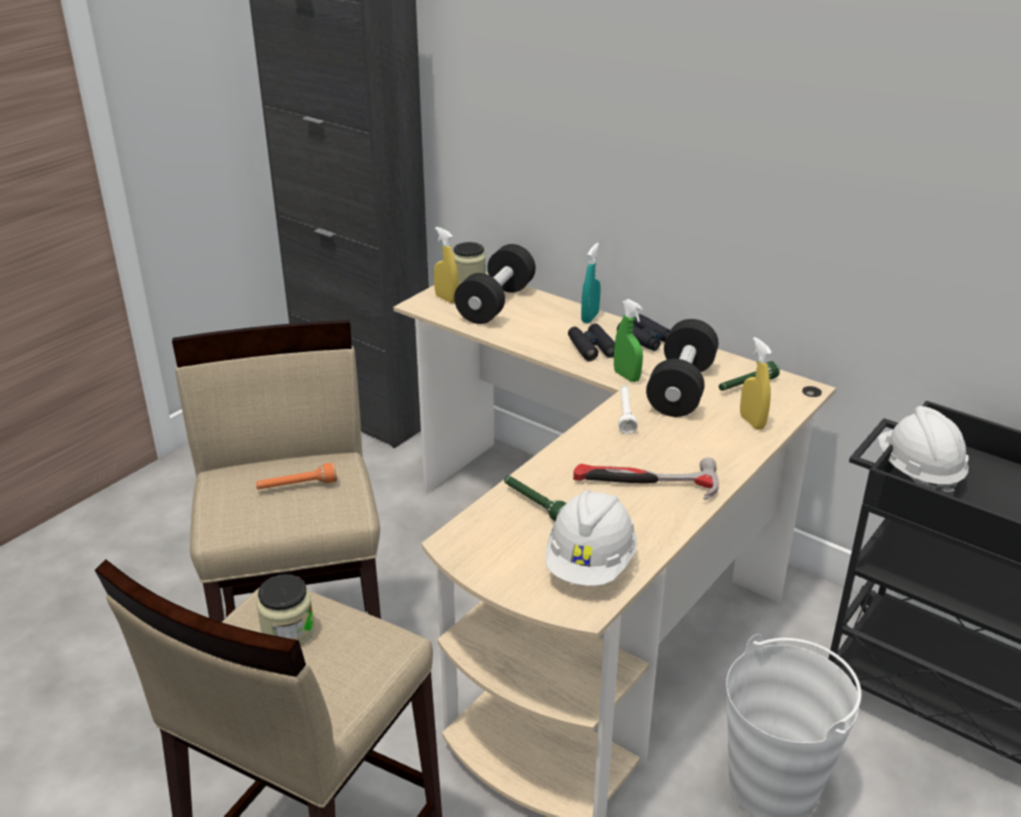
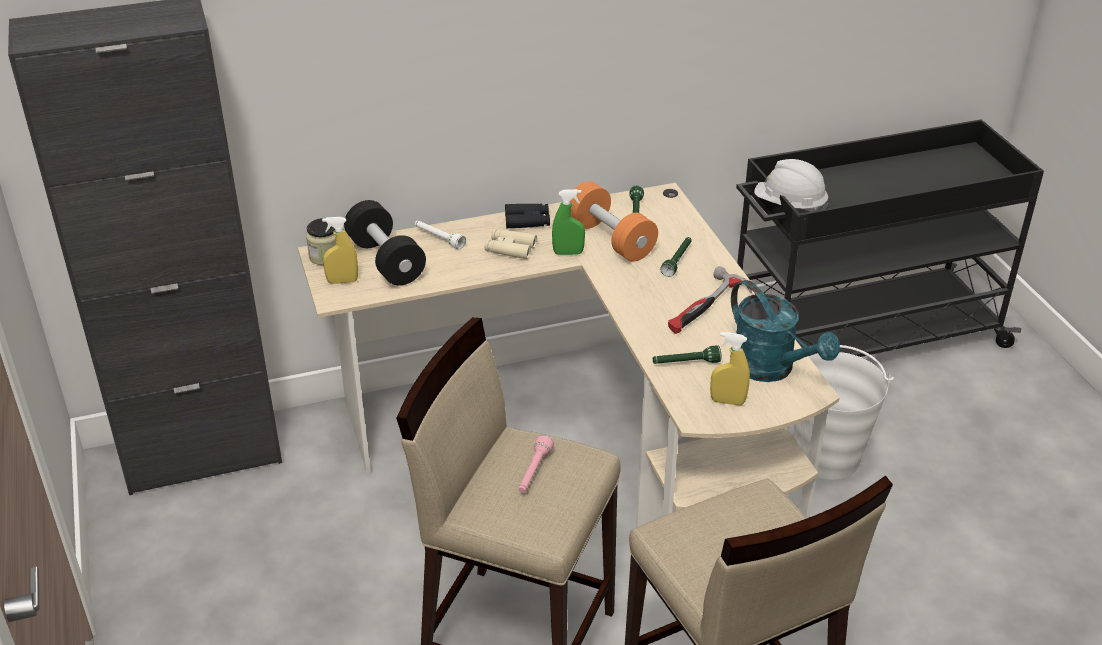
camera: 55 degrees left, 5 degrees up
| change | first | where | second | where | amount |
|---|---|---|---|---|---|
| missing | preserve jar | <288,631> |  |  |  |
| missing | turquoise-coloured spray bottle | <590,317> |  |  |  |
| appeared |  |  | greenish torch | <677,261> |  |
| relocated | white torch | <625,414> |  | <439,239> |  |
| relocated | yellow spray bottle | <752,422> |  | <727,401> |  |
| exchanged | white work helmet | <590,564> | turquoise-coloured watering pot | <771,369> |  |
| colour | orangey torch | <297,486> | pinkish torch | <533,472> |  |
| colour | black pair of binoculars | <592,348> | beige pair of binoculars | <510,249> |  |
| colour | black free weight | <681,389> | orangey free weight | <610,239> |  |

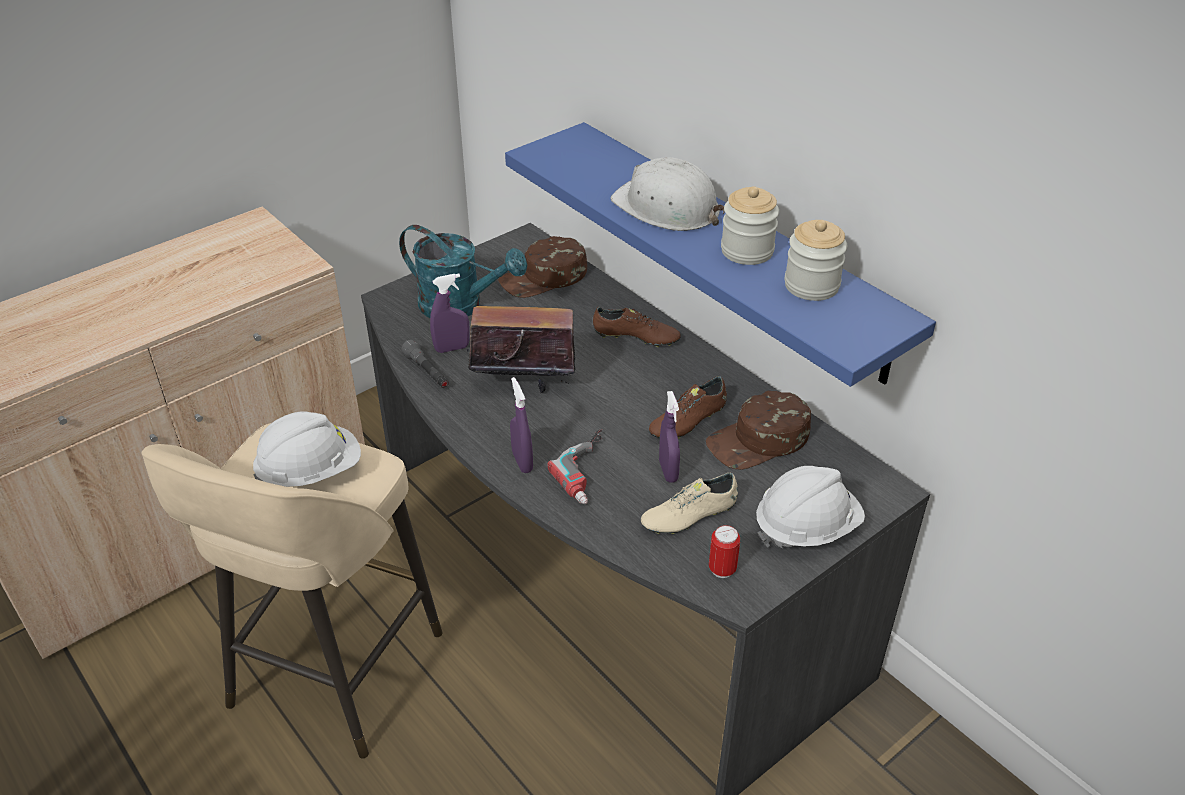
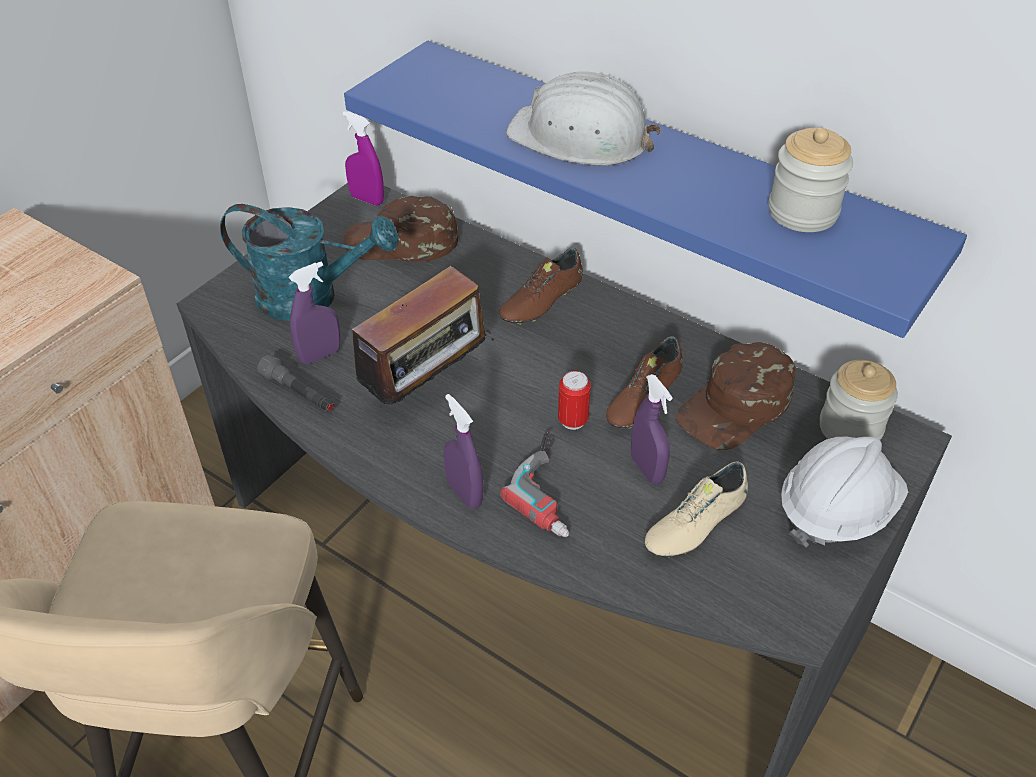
camera: 15 degrees left, 5 degrees up
| change | first | where | second | where | amount |
|---|---|---|---|---|---|
| missing | white work helmet | <311,472> |  |  |  |
| appeared |  |  | purple spray bottle | <367,199> |  |
| relocated | sealed can | <722,569> |  | <573,420> |  |
| relocated | preserve jar | <747,251> |  | <850,428> |  |
| spun | radio set | <523,384> |  | <427,388> | 150 degrees clockwise |
| spun | brown peaked cap | <543,277> |  | <401,242> | 45 degrees clockwise |
| spun | brown low shoe | <636,338> |  | <541,301> | 135 degrees clockwise |

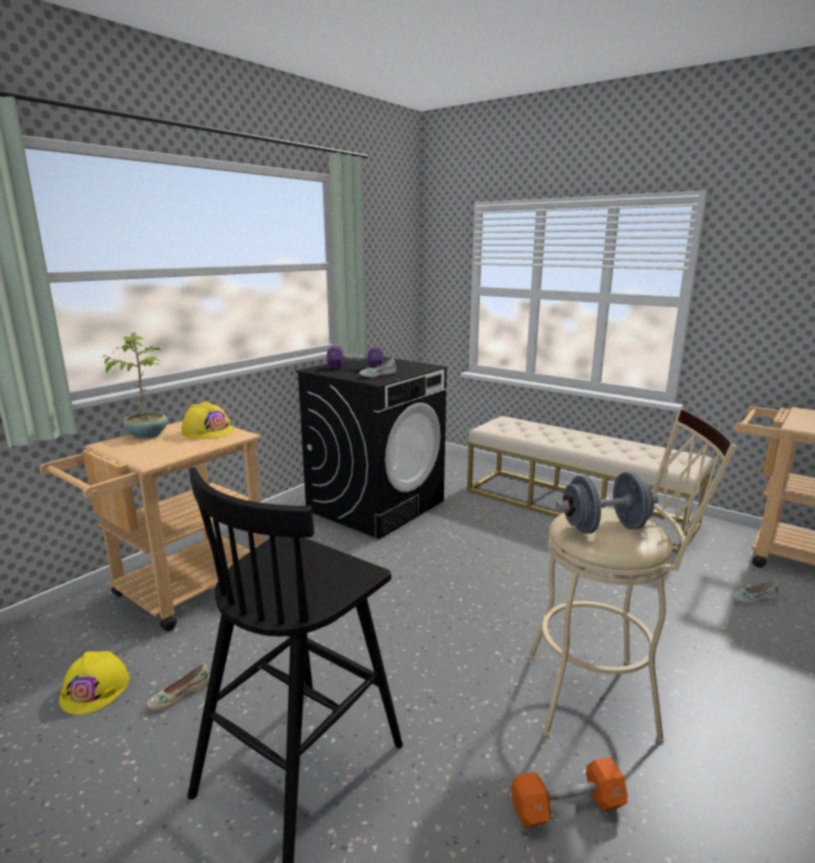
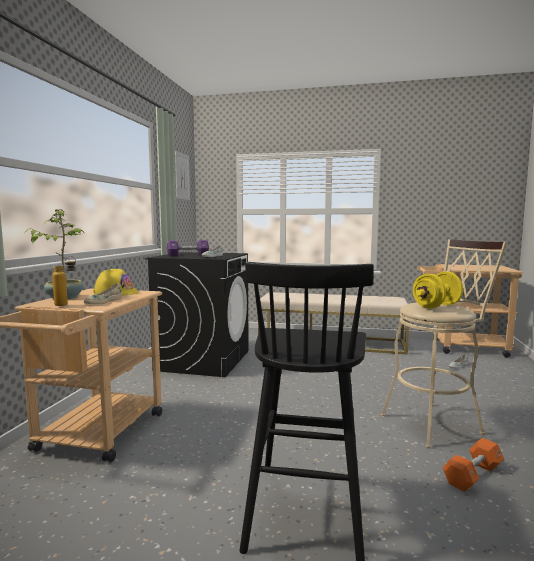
camera: 25 degrees left, 10 degrees down
| change | first | where | second | where | amount |
|---|---|---|---|---|---|
| missing | yellow work helmet | <95,688> |  |  |  |
| appeared |  |  | drink bottle | <66,304> |  |
| appeared |  |  | wall picture | <182,176> |  |
| relocated | beige low shoe | <180,694> |  | <103,302> |  |
| colour | grey free weight | <604,528> | yellow free weight | <436,306> |  |

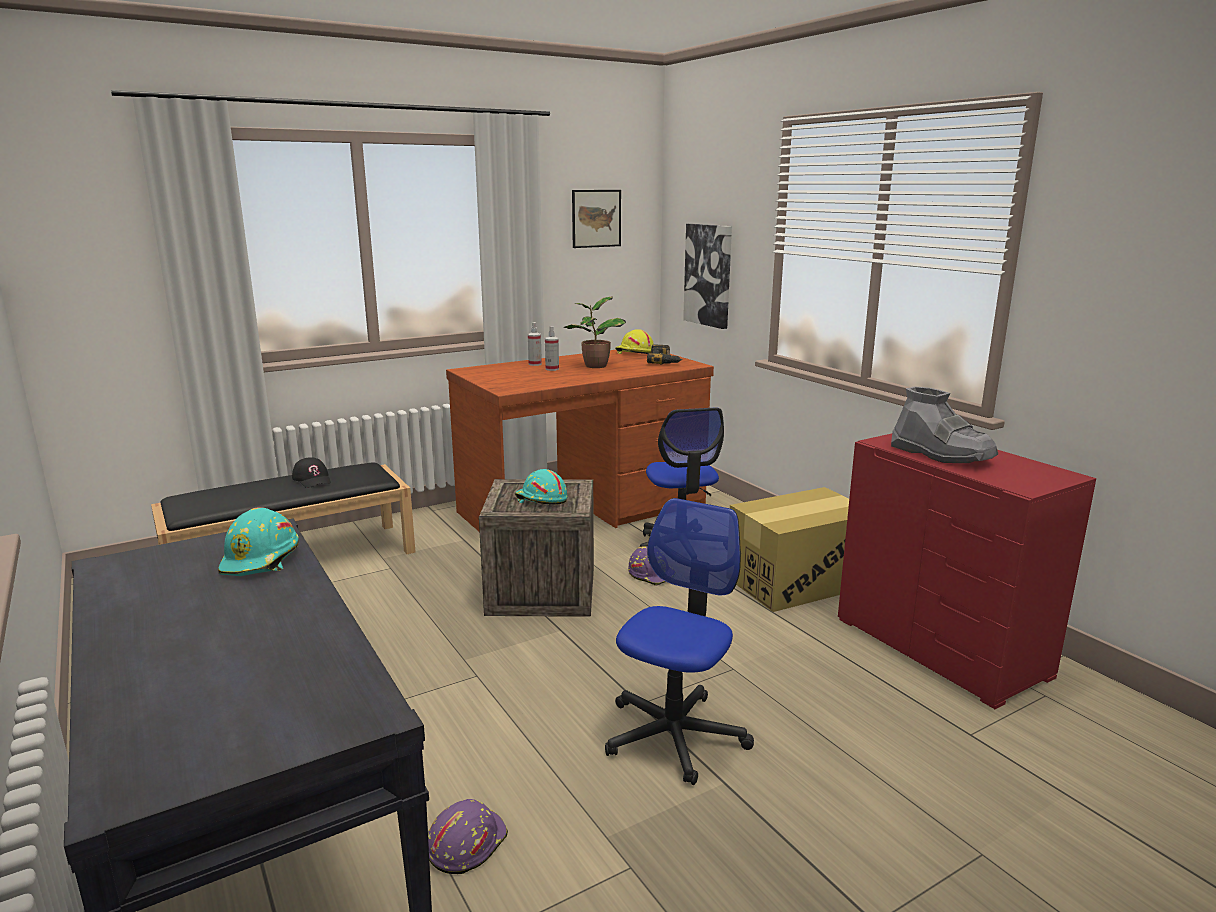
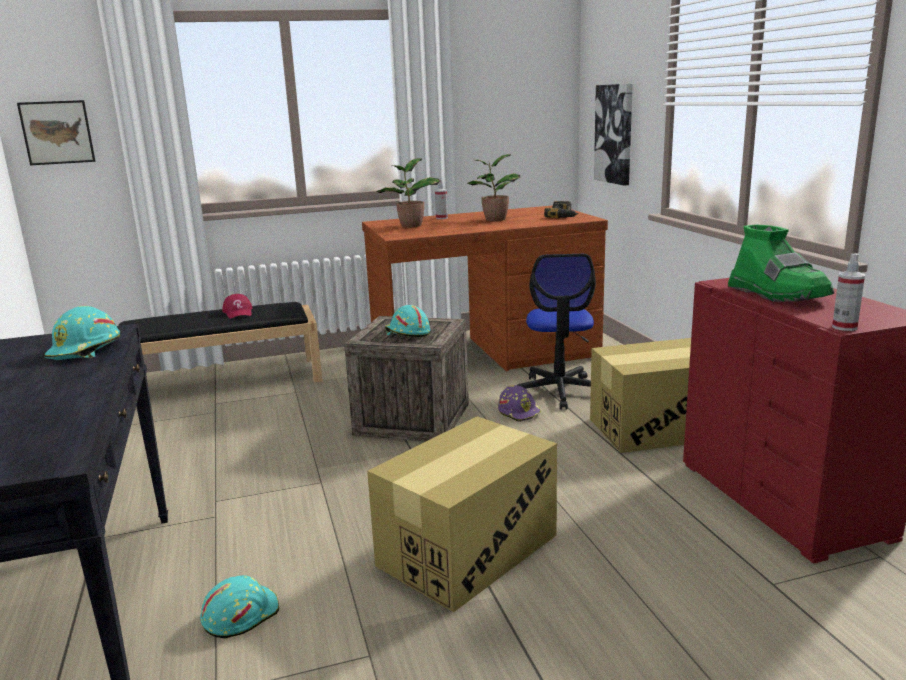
camera: 15 degrees right, 0 degrees up
| change | first | where | second | where | amount |
|---|---|---|---|---|---|
| missing | yellow work helmet | <634,353> |  |  |  |
| appeared |  |  | plant in a pot | <410,226> |  |
| relocated | spray bottle | <552,369> |  | <844,327> |  |
| relocated | wall picture | <596,218> |  | <57,132> |  |
| exchanged | computer chair | <674,735> | packing box | <468,550> |  |
| colour | black peaked cap | <313,479> | red-coloured peaked cap | <238,312> |  |
| colour | purple work helmet | <465,843> | turquoise-coloured work helmet | <240,615> |  |
| colour | grey high-top boot | <941,454> | greenish high-top boot | <778,295> |  |

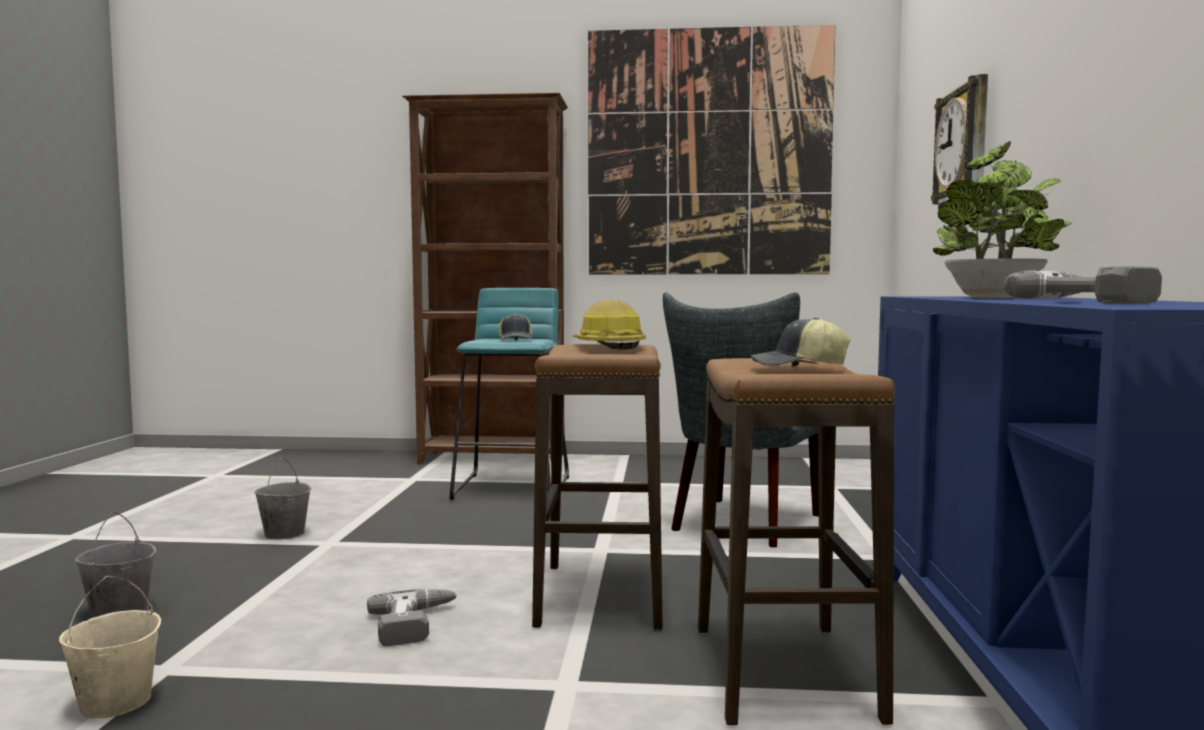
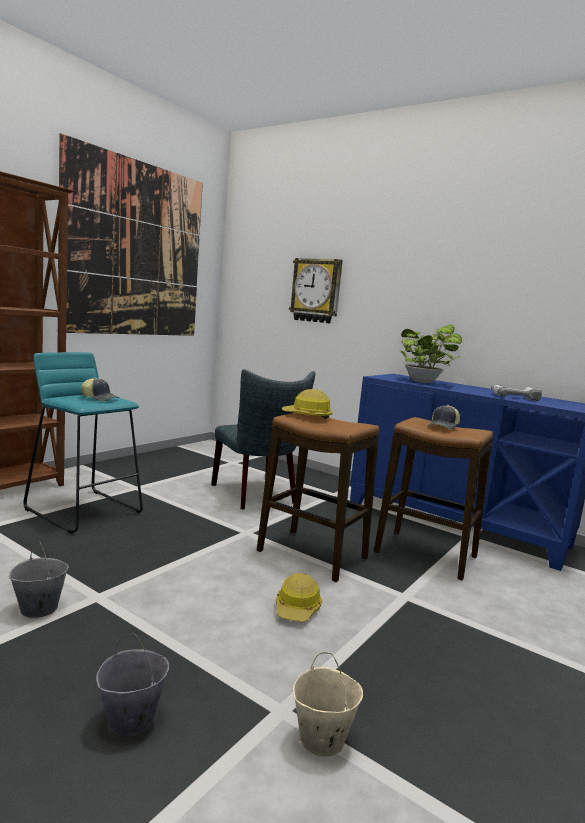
camera: 60 degrees left, 5 degrees up
| change | first | where | second | where | amount |
|---|---|---|---|---|---|
| exchanged | power drill | <416,624> | work helmet | <297,609> |  |

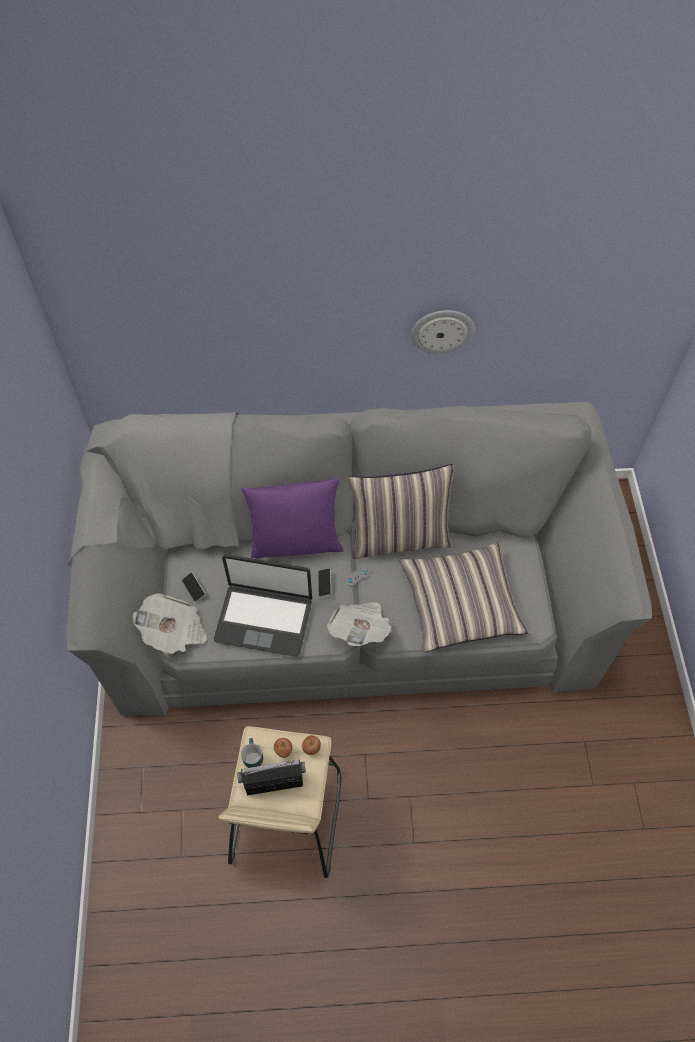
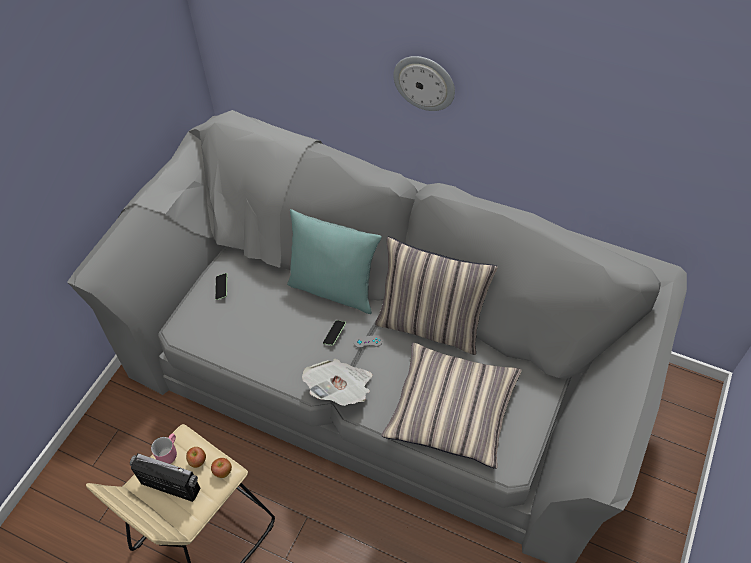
camera: 30 degrees right, 5 degrees down
| change | first | where | second | where | amount |
|---|---|---|---|---|---|
| missing | printed paper | <174,632> |  |  |  |
| missing | portable computer | <264,619> |  |  |  |
| relocated | hanging clock | <442,330> |  | <424,82> |  |
| colour | purple cushion | <296,543> | turquoise-coloured cushion | <334,289> |  |
| colour | turquoise-coloured coffee mug | <251,757> | pinkish coffee mug | <167,452> |  |

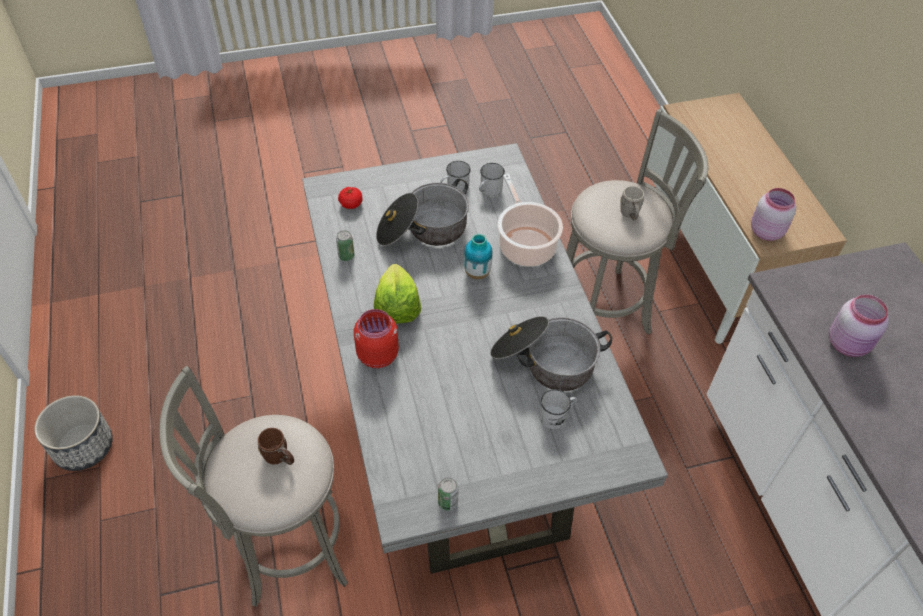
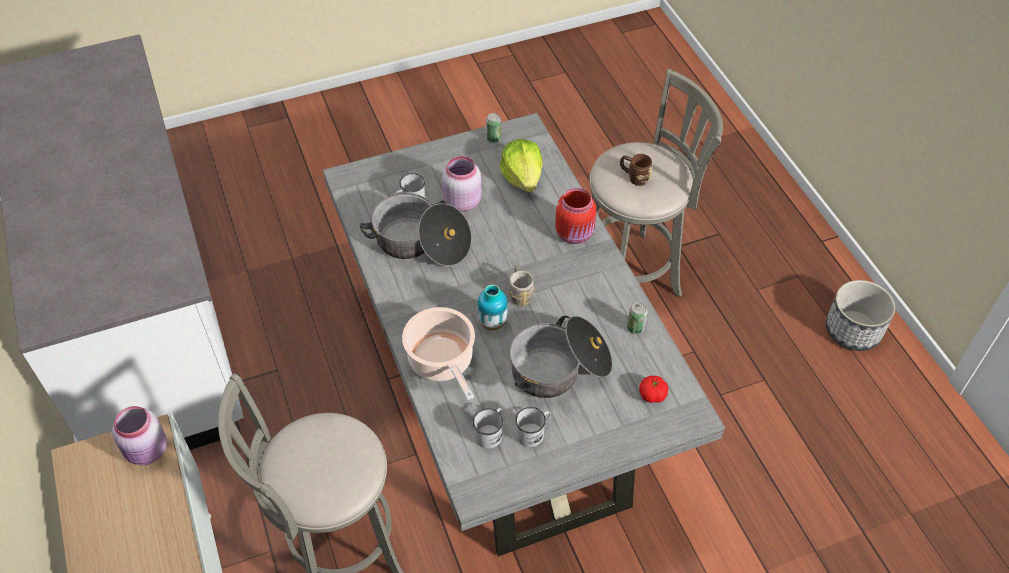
camera: 175 degrees right, 0 degrees up
| change | first | where | second | where | amount |
|---|---|---|---|---|---|
| relocated | lettuce | <397,307> |  | <523,177> |  |
| relocated | grey coffee mug | <630,215> |  | <520,294> |  |
| relocated | pinkish preserve jar | <849,344> |  | <461,201> |  |

